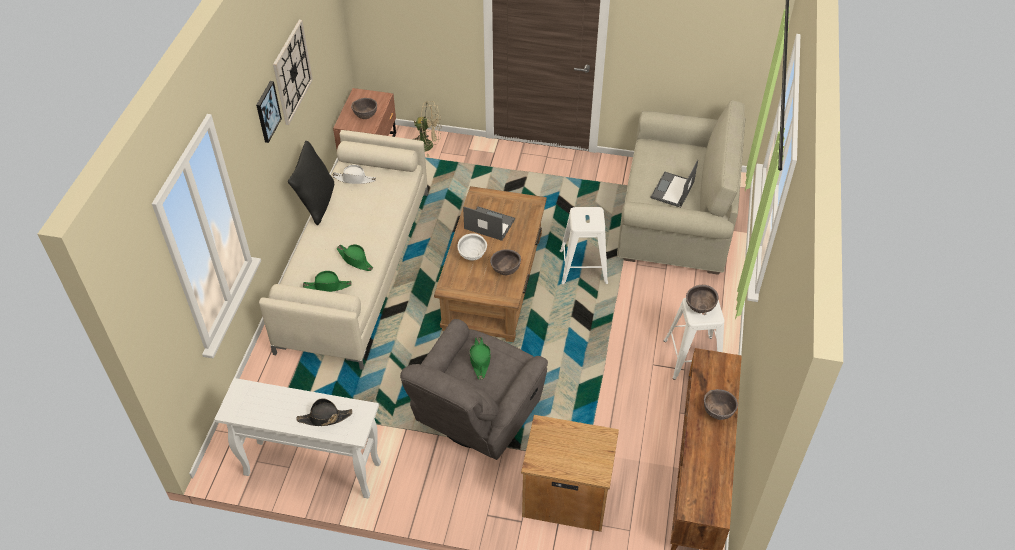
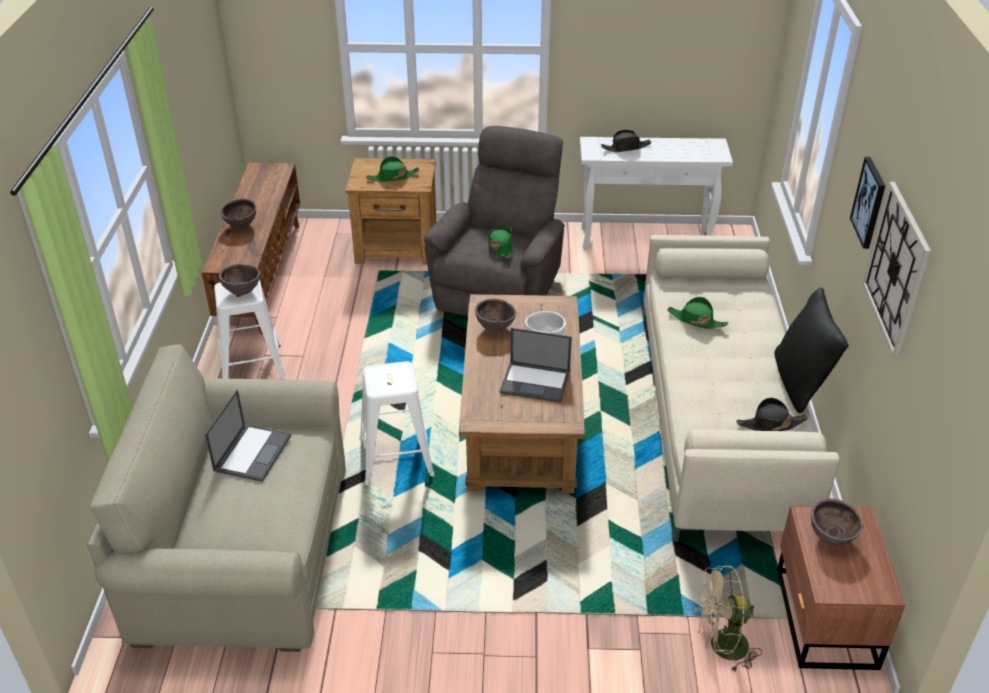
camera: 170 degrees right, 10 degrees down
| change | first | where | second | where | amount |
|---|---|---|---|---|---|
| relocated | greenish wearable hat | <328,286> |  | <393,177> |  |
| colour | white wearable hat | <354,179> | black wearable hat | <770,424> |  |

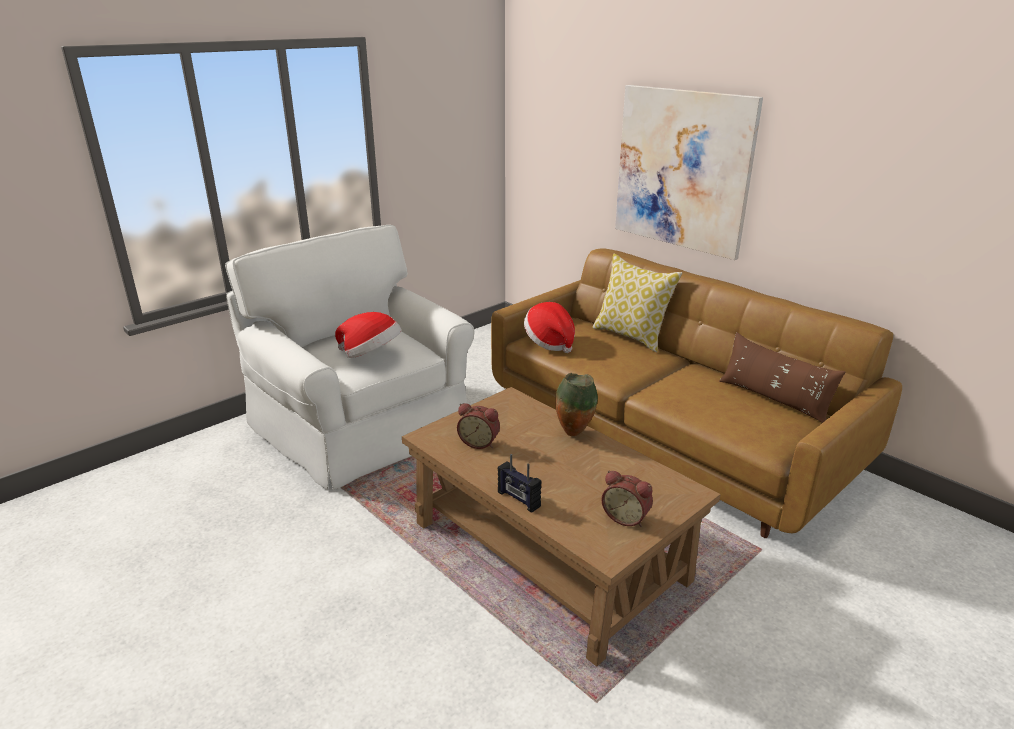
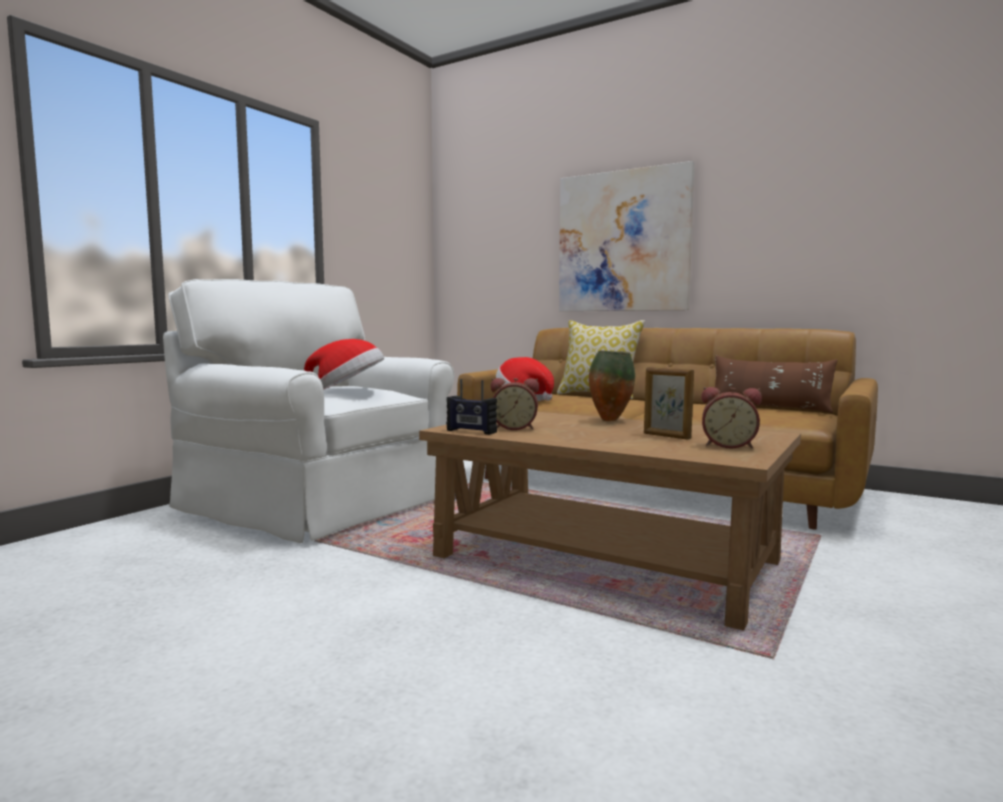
camera: 15 degrees left, 20 degrees down
| change | first | where | second | where | amount |
|---|---|---|---|---|---|
| appeared |  |  | standing frame | <666,436> |  |
| relocated | radio set | <518,499> |  | <471,431> |  |

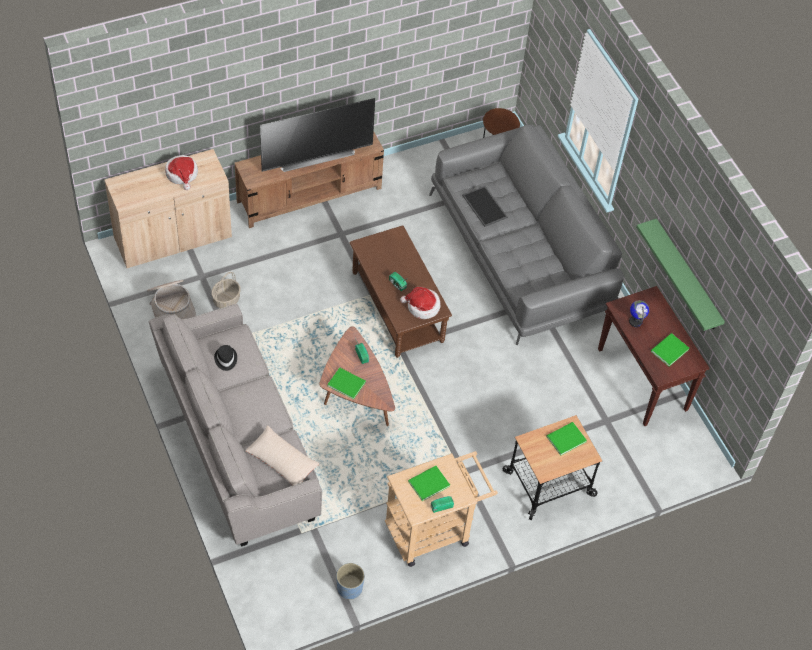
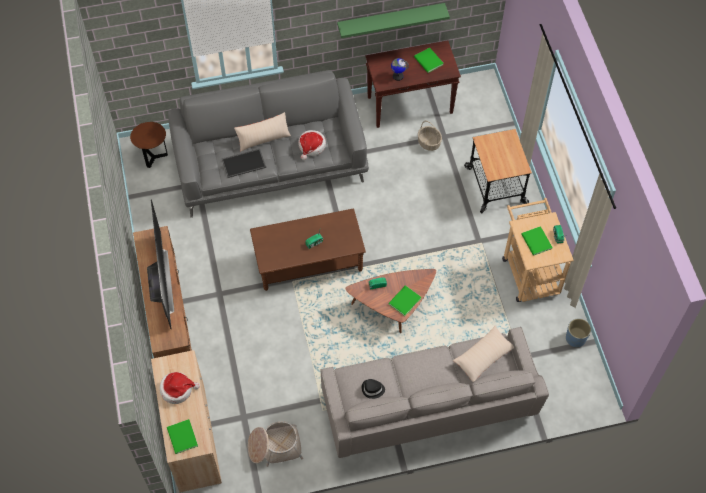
camera: 75 degrees left, 5 degrees up
| change | first | where | second | where | amount |
|---|---|---|---|---|---|
| appeared |  |  | beige cushion | <263,139> |  |
| relocated | storage basket | <226,299> |  | <428,143> |  |
| relocated | wearable hat | <422,306> |  | <311,146> |  |
| relocated | greenish book | <565,439> |  | <182,438> |  |

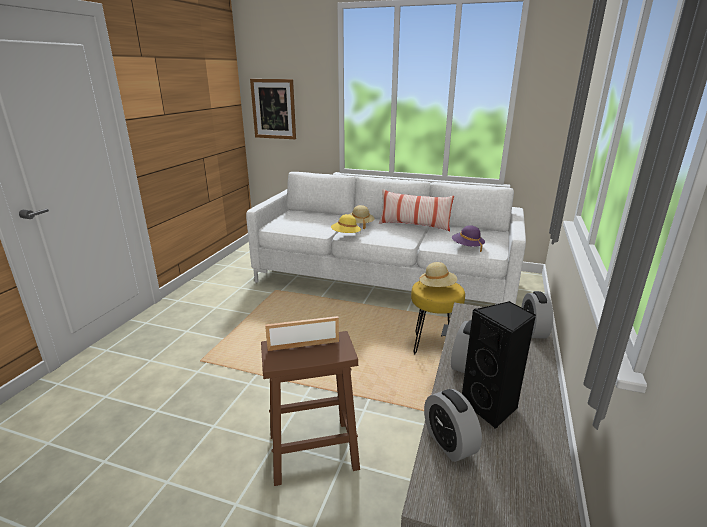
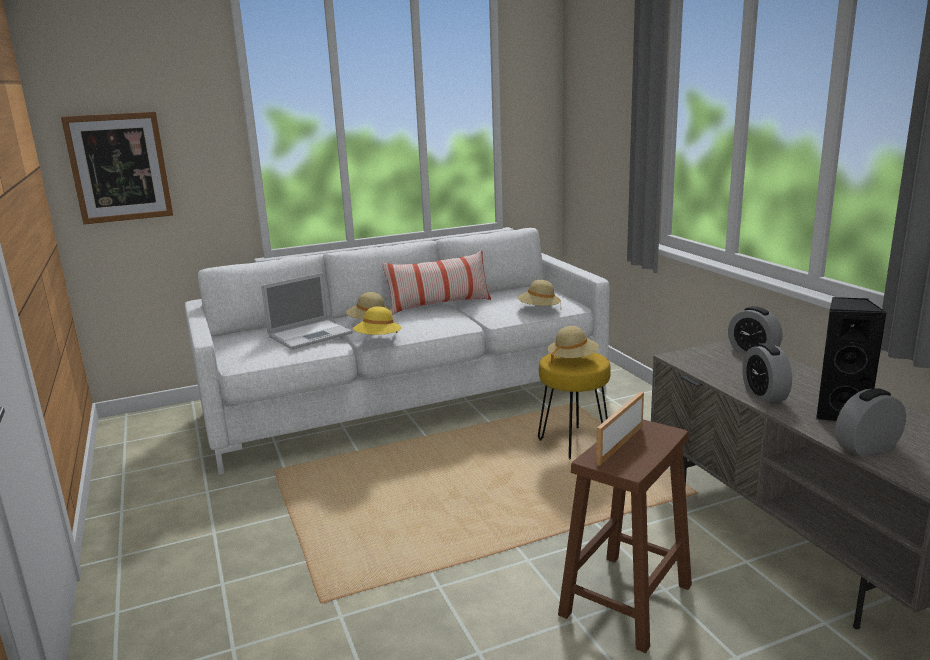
camera: 40 degrees left, 5 degrees down
| change | first | where | second | where | amount |
|---|---|---|---|---|---|
| appeared |  |  | portable computer | <311,334> |  |
| colour | purple wearable hat | <467,247> | beige wearable hat | <539,309> |  |
| spun | bedside clock | <449,443> |  | <867,447> | 135 degrees clockwise |

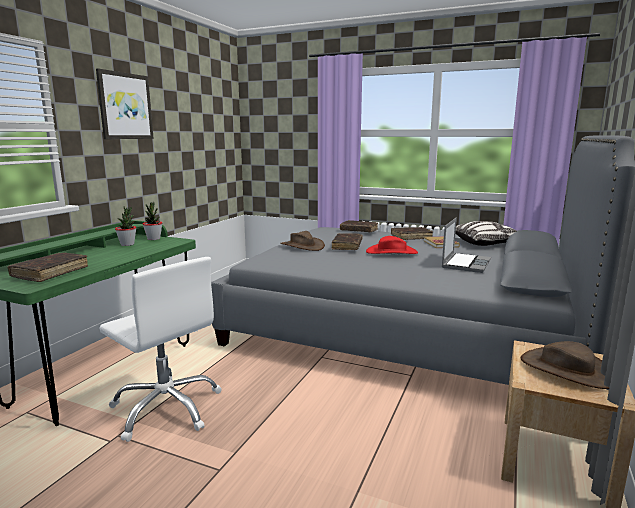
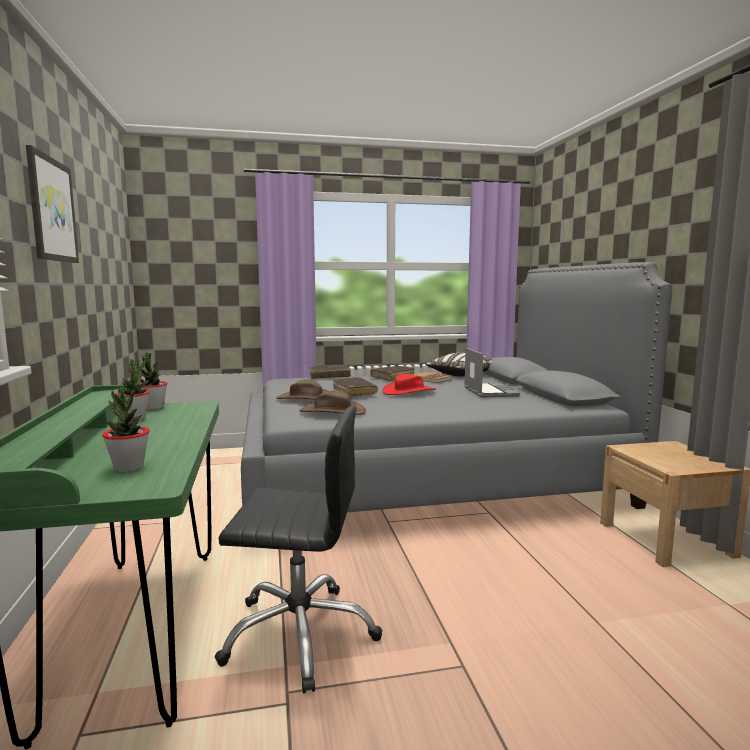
camera: 35 degrees left, 5 degrees down
| change | first | where | second | where | amount |
|---|---|---|---|---|---|
| relocated | brown wearable hat | <566,369> |  | <332,411> |  |
| exchanged | brown book | <50,273> | plant in a pot | <129,467> |  |
| colour | white computer chair | <167,408> | black computer chair | <300,634> |  |

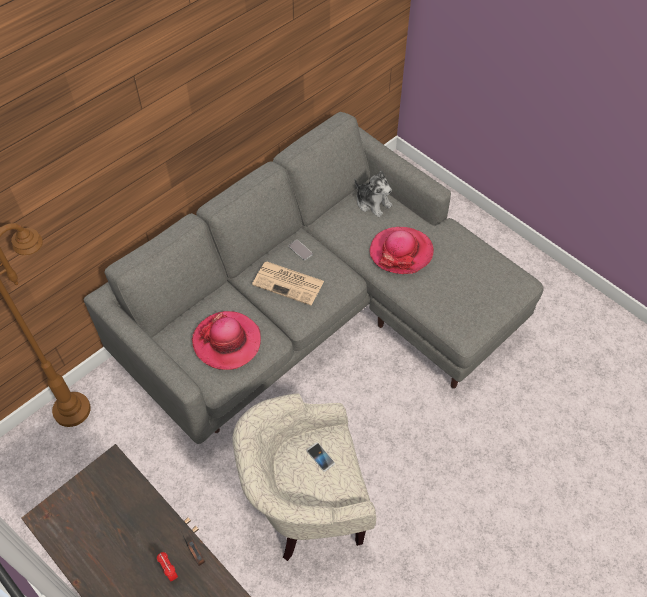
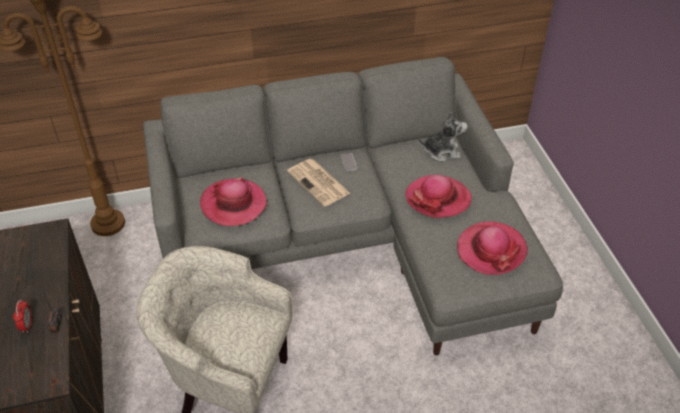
camera: 30 degrees right, 10 degrees down
| change | first | where | second | where | amount |
|---|---|---|---|---|---|
| missing | handset | <320,457> |  |  |  |
| appeared |  |  | wearable hat | <491,250> |  |
| spun | soft toy | <373,203> |  | <442,151> | 75 degrees counterclockwise |

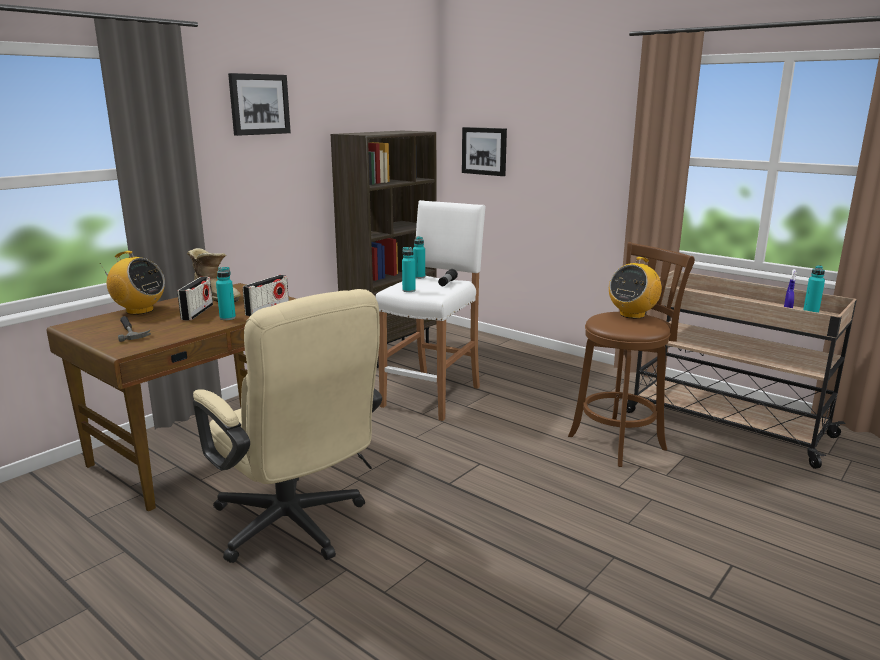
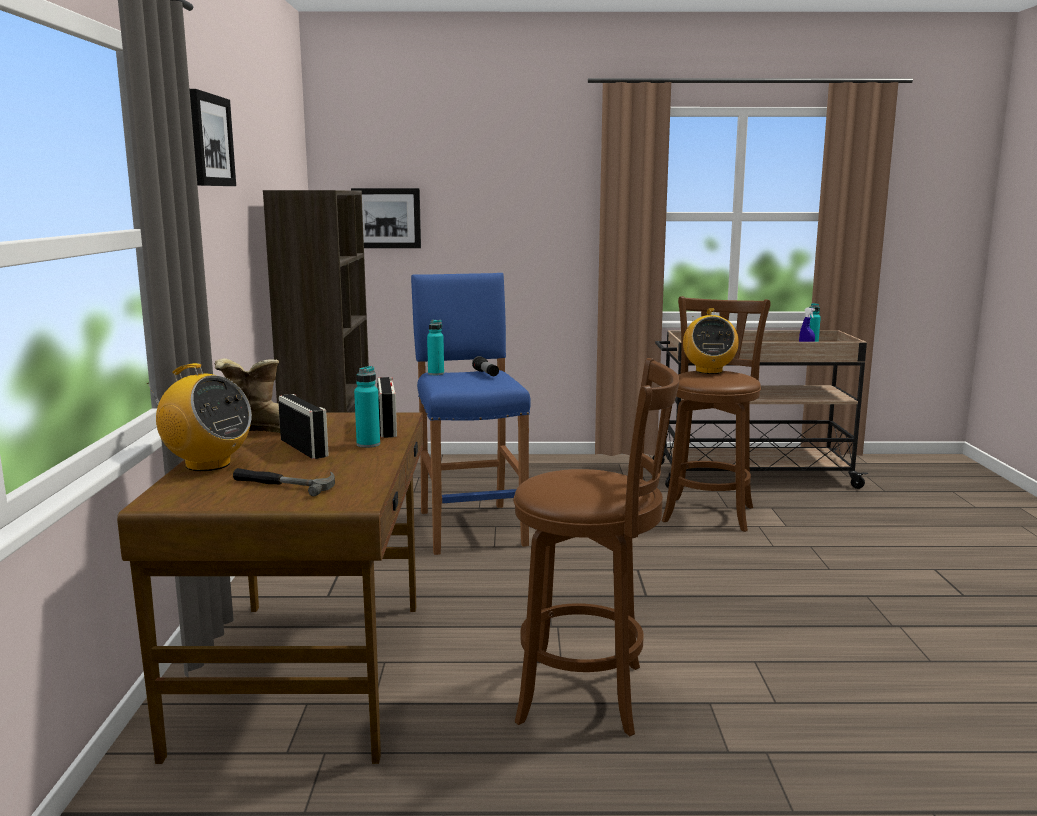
camera: 40 degrees left, 5 degrees down
| change | first | where | second | where | amount |
|---|---|---|---|---|---|
| missing | turquoise-coloured drink bottle | <409,290> |  |  |  |
| exchanged | beige computer chair | <295,528> | brown stool seat | <589,695> |  |
| colour | white stool seat | <433,396> | blue-coloured stool seat | <471,527> |  |
| spun | radio set | <139,311> |  | <207,464> | 45 degrees clockwise |

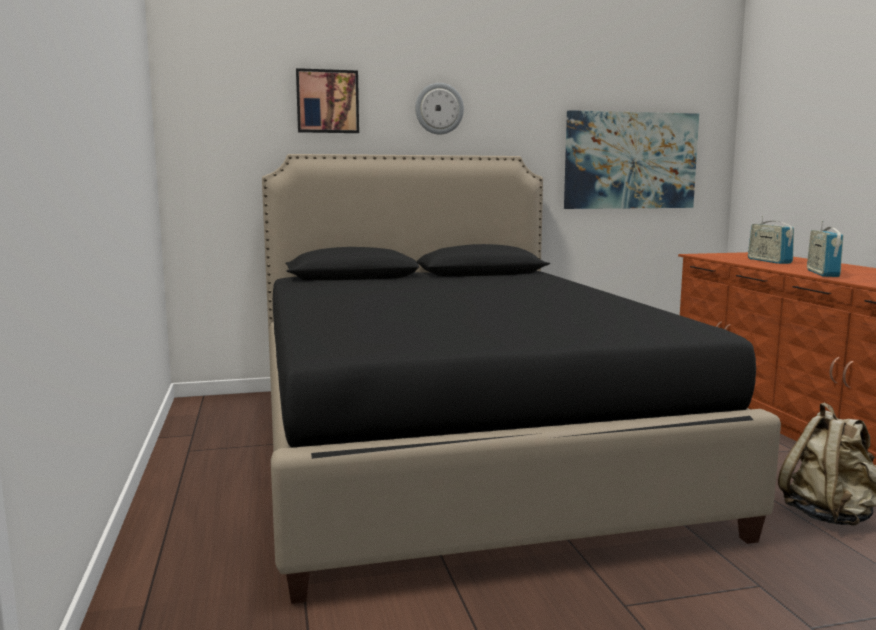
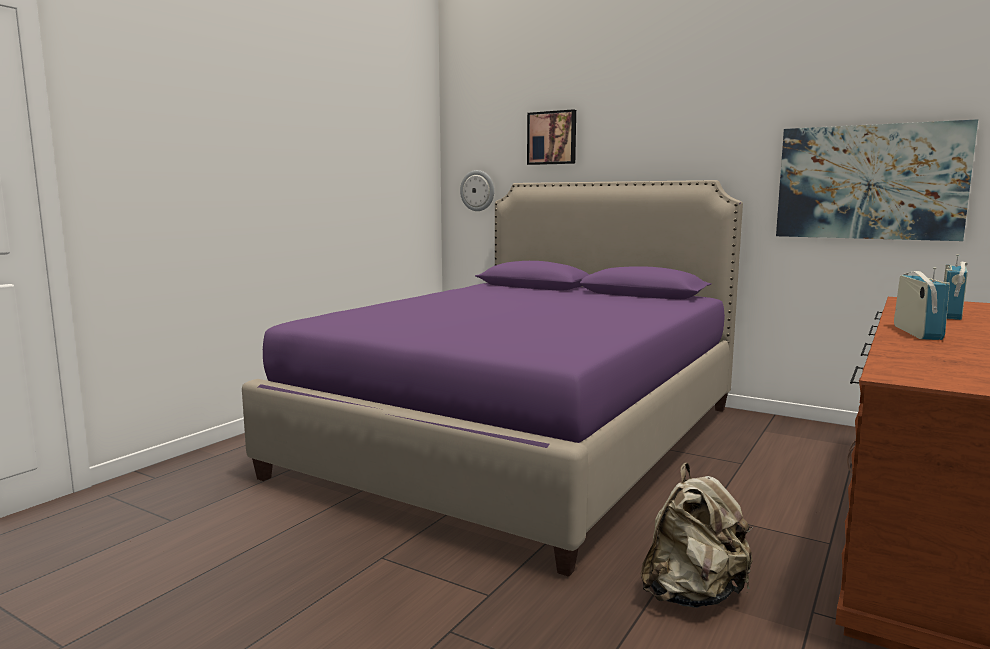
camera: 45 degrees right, 0 degrees up
| change | first | where | second | where | amount |
|---|---|---|---|---|---|
| relocated | hanging clock | <439,108> |  | <477,190> |  |
| colour | black sleeping bed | <454,448> | purple sleeping bed | <523,439> |  |
| spun | radio set | <822,273> |  | <917,332> | 135 degrees clockwise |

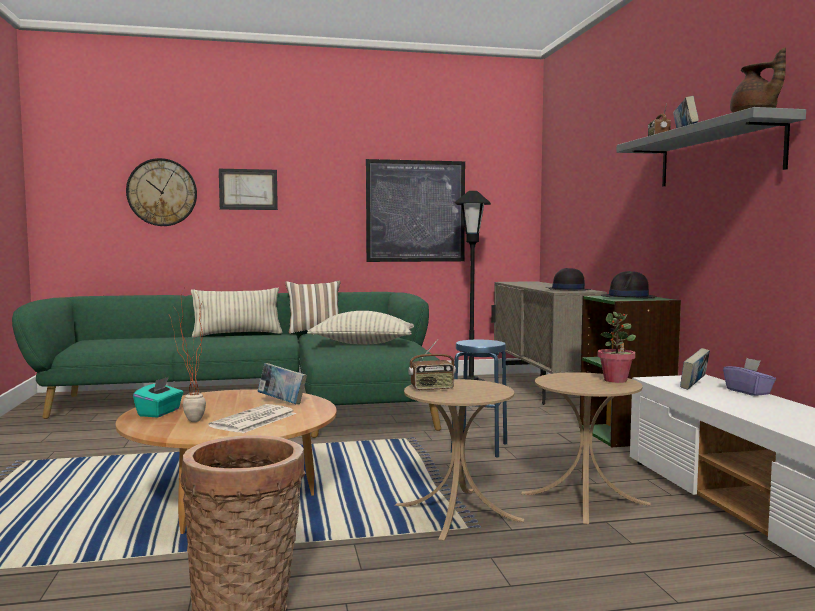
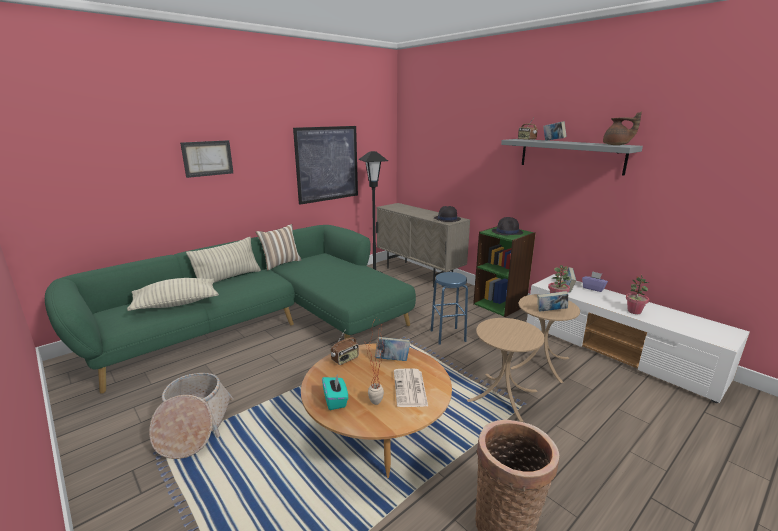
camera: 30 degrees left, 15 degrees up
| change | first | where | second | where | amount |
|---|---|---|---|---|---|
| missing | hanging clock | <162,192> |  |  |  |
| appeared |  |  | storage basket | <193,427> |  |
| appeared |  |  | book | <551,311> |  |
| appeared |  |  | plant in a pot | <634,311> |  |
| relocated | cushion | <363,343> |  | <176,304> |  |
| relocated | radio set | <432,388> |  | <345,359> |  |

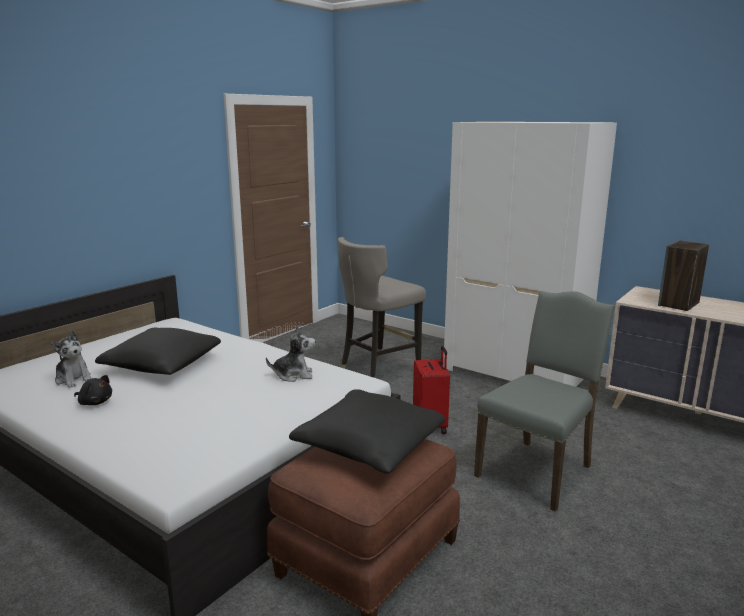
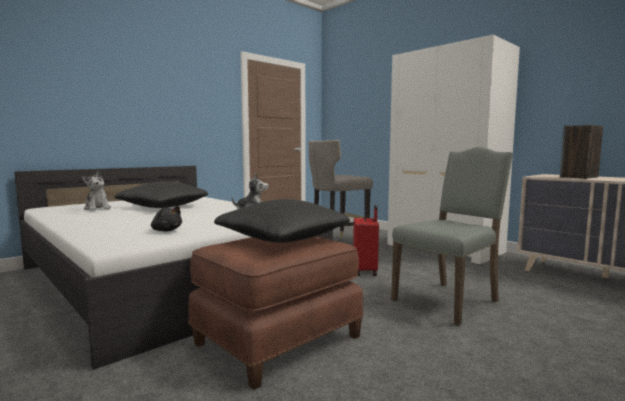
camera: 10 degrees right, 10 degrees down
| change | first | where | second | where | amount |
|---|---|---|---|---|---|
| relocated | black soft toy | <95,402> |  | <166,231> |  |

